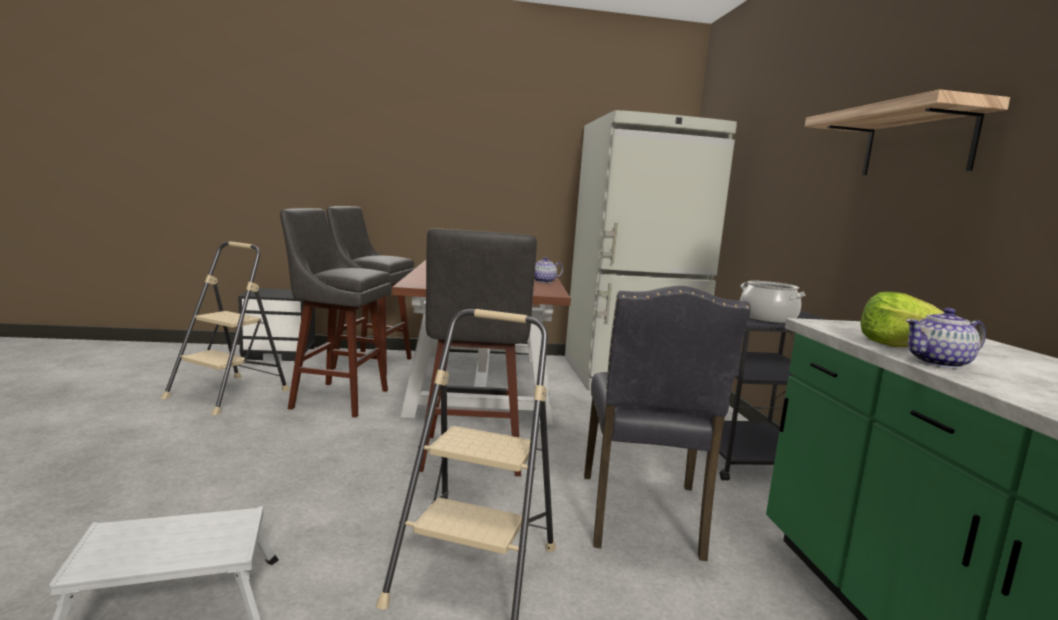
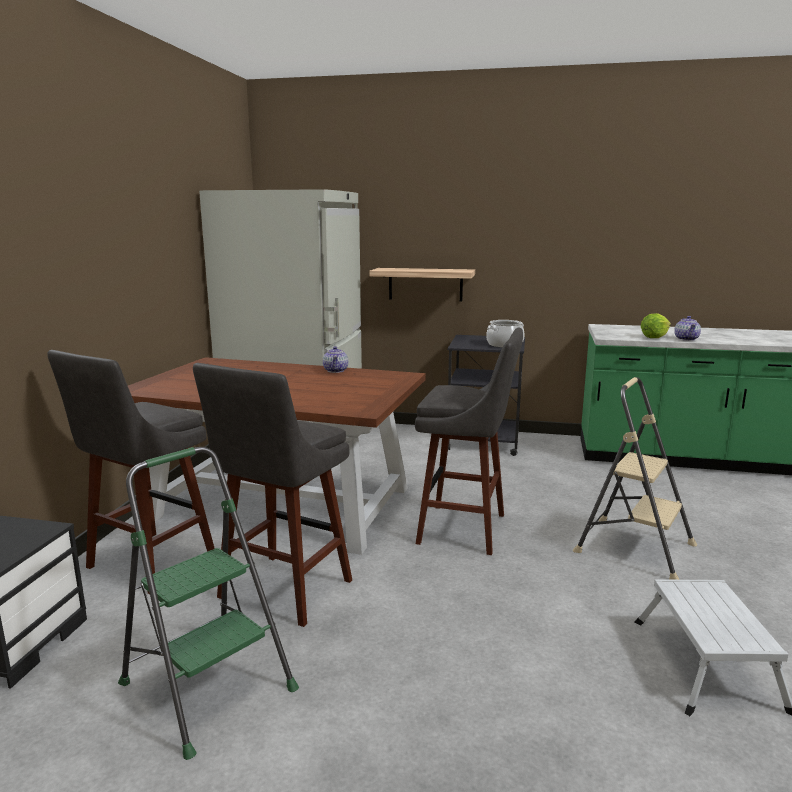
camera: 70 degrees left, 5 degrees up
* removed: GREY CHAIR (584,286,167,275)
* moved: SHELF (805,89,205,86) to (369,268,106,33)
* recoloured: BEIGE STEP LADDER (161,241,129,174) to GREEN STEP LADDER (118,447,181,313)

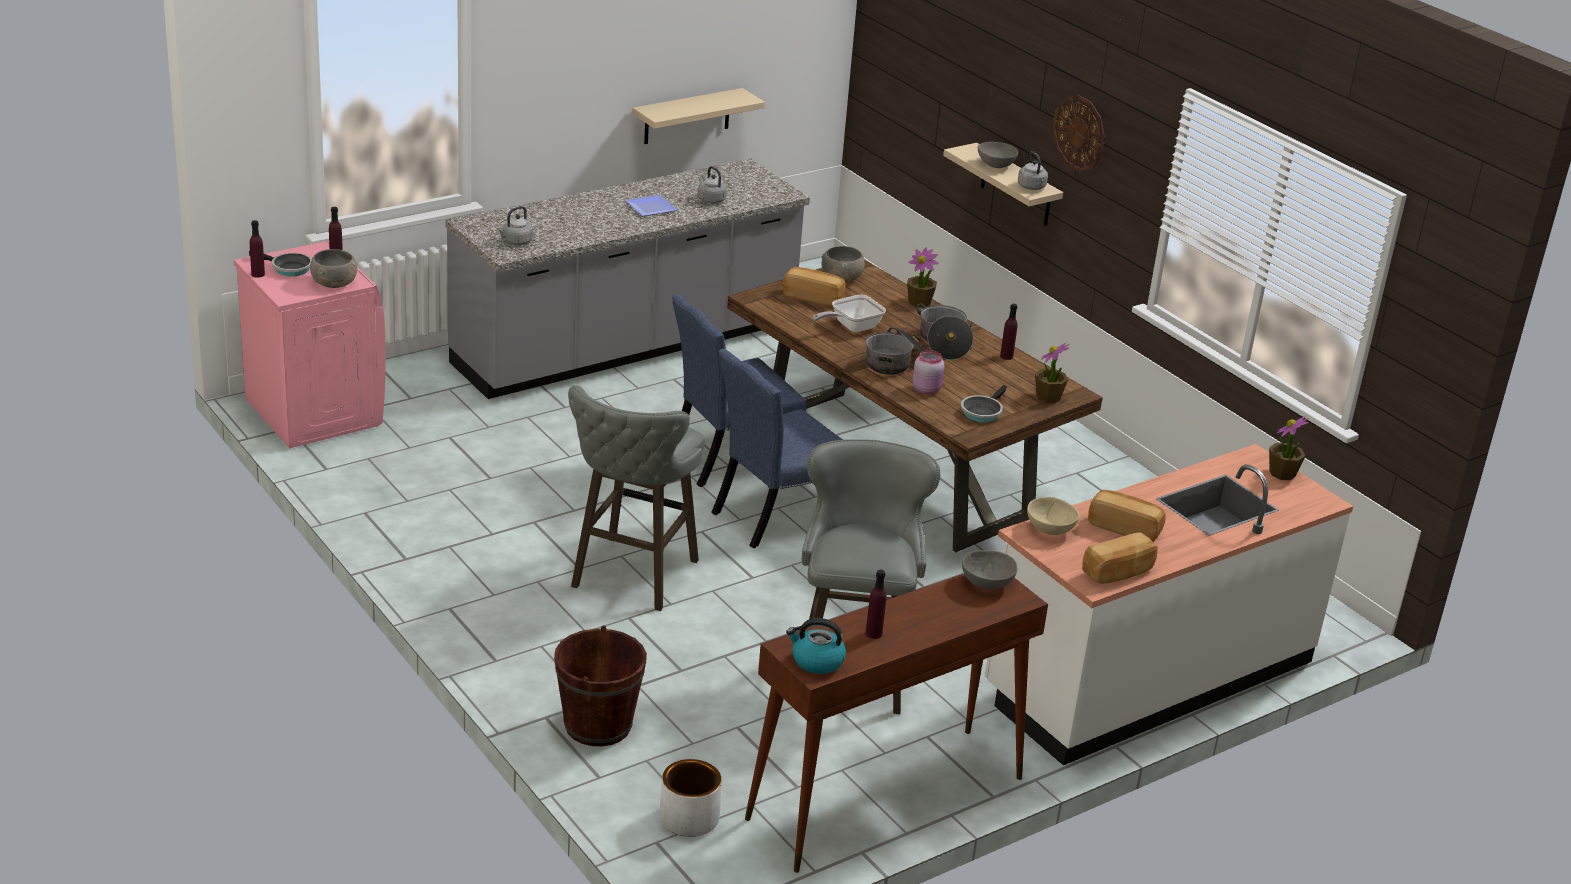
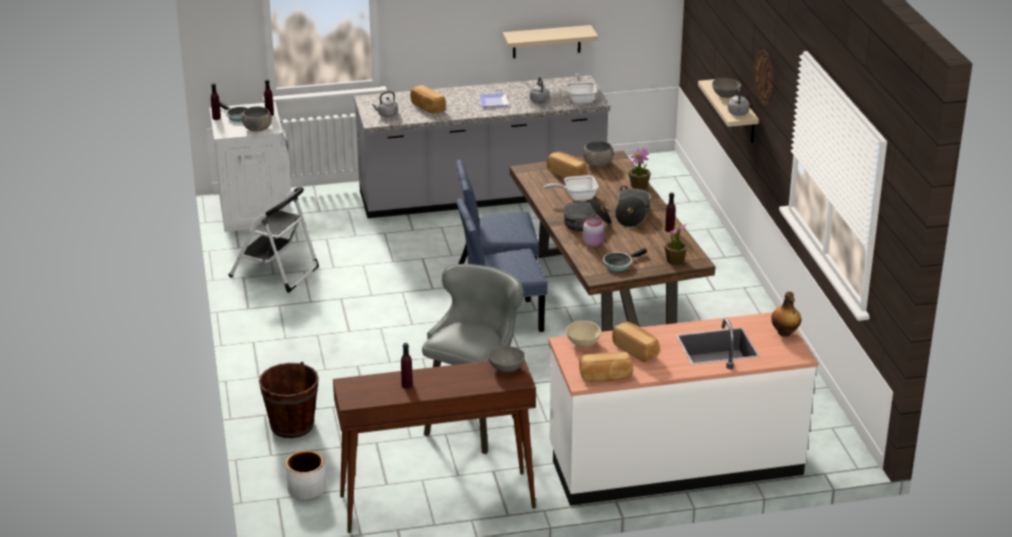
camera: 25 degrees right, 0 degrees up
* removed: GREY STOOL (568,385,137,226)
* removed: KETTLE (786,618,60,56)
* added: STEP LADDER (228,187,91,106)
* added: BREAD (410,85,36,29)
* added: FRYING PAN (566,73,31,31)
* replaced: POTTED PLANT (1269,416,40,64) to BOTTLE (771,291,30,46)
* recoloured: PINK WASHING MACHINE (234,241,152,207) to WHITE WASHING MACHINE (210,102,81,130)

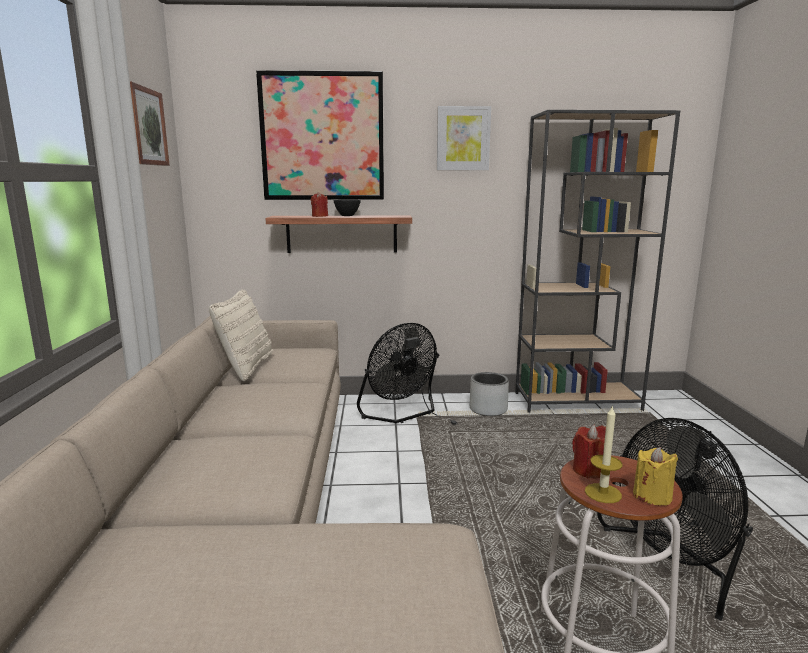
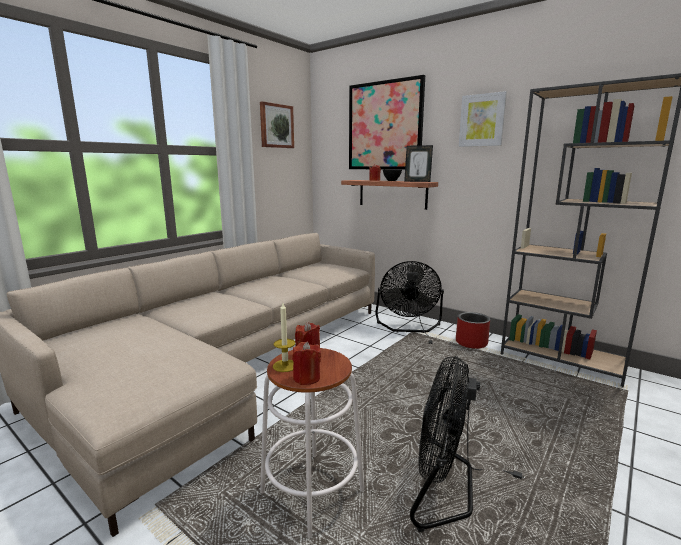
camera: 40 degrees right, 0 degrees up
* removed: BEIGE PILLOW (209,289,64,92)
* added: PICTURE FRAME (404,145,29,37)
* recoloured: GREY PLANTER (470,372,39,44) to RED PLANTER (456,312,34,37)
* recoloured: YELLOW CANDLE (633,447,45,59) to RED CANDLE (292,342,29,43)

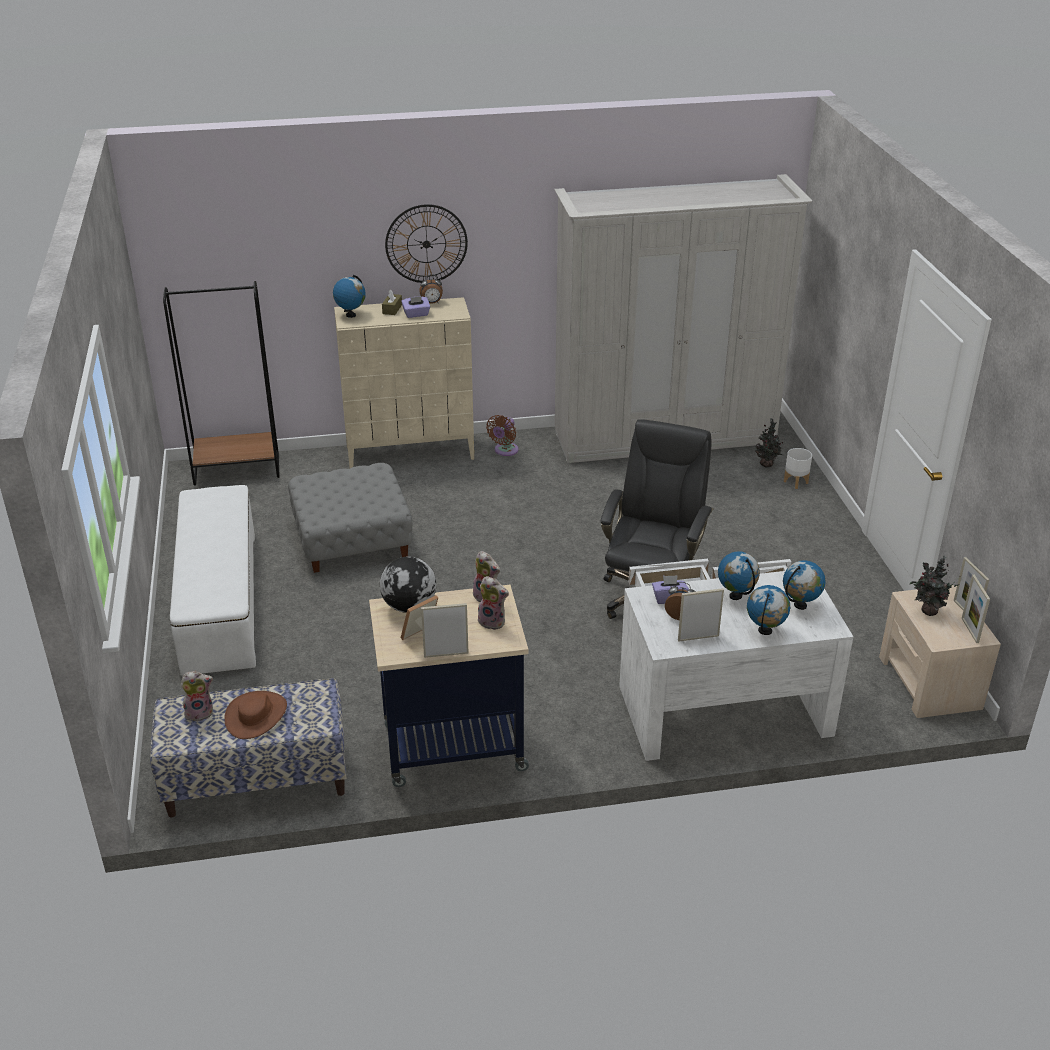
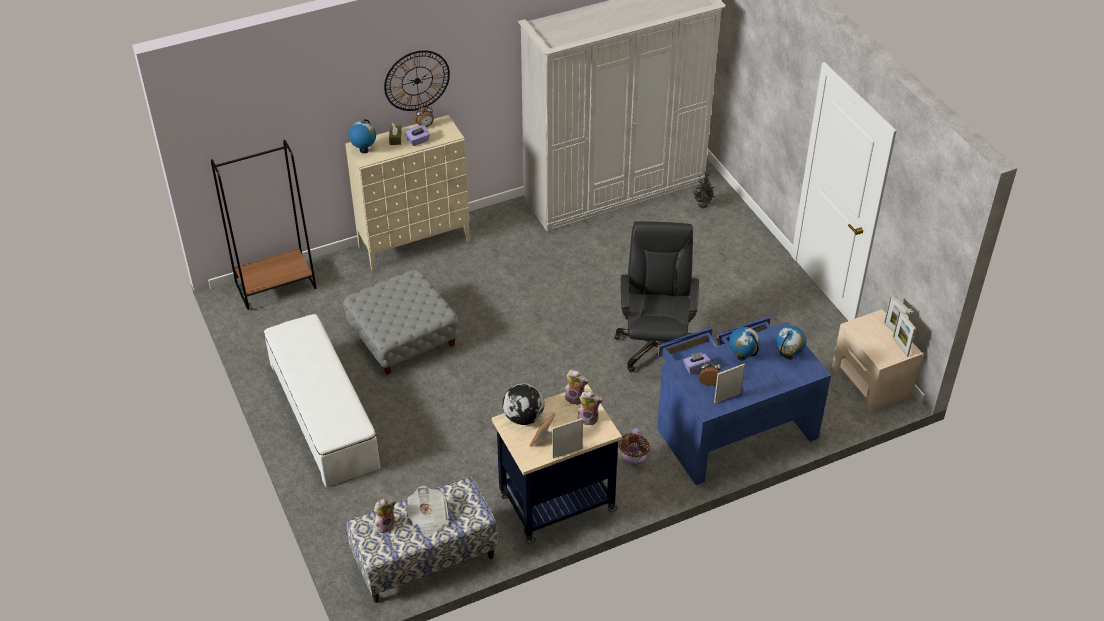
camera: 15 degrees left, 10 degrees up
* removed: GLOBE (747,585,43,50)
* removed: WHITE PLANTER (784,448,28,41)
* removed: POTTED PLANT (910,556,48,60)
* moved: BROWN FAN (486,415,33,41) to (618,428,32,37)
* replaced: BROWN HAT (224,691,63,48) to NEWSPAPER (407,486,41,51)
* recoloured: WHITE DESK (619,559,234,202) to BLUE DESK (657,316,174,169)

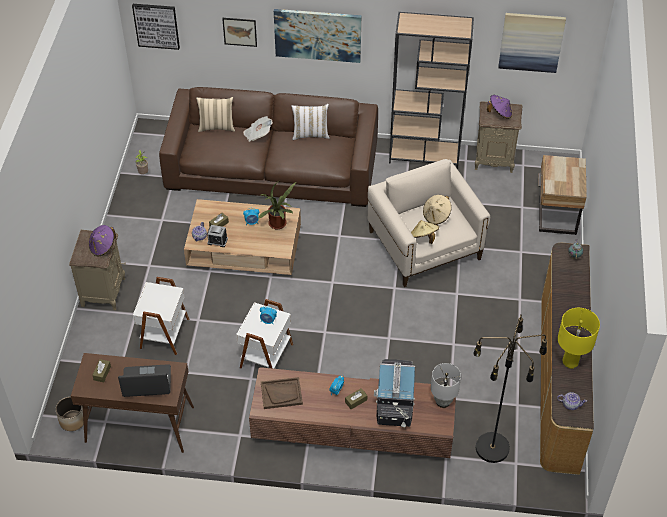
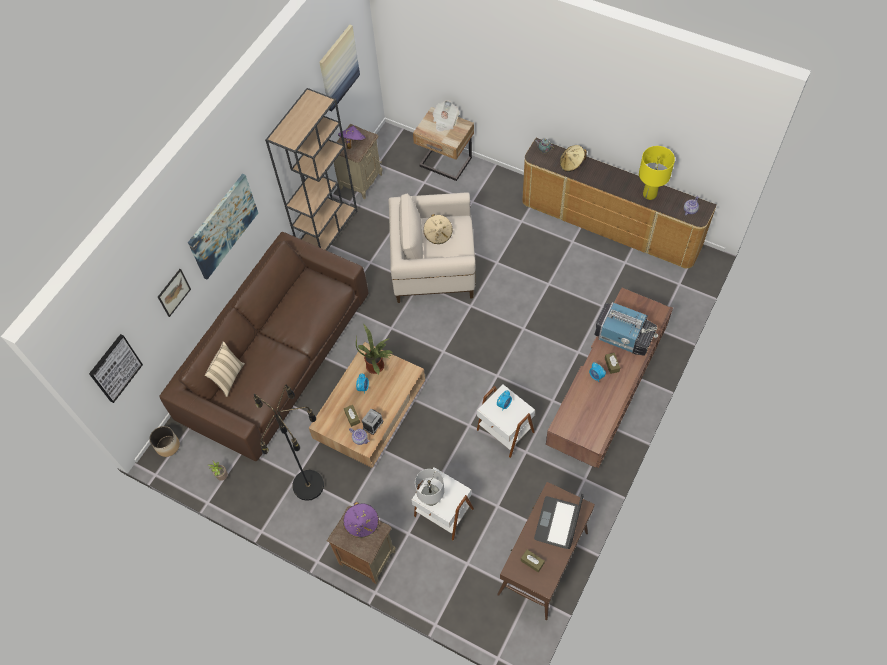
camera: 65 degrees left, 10 degrees up
* removed: BROWN TRAY (261,377,42,32)
* removed: WHITE PILLOW (291,104,39,36)
* moved: PLANTER (55,397,29,34) to (149,426,31,31)
* moved: NEWSPAPER (243,116,30,26) to (432,100,27,32)
* moved: BEIGE HAT (411,220,28,24) to (560,145,27,27)
* moved: WHITE TABLE LAMP (431,363,30,45) to (415,469,29,37)
* moved: FLOOR LAMP (474,314,73,149) to (254,384,70,117)

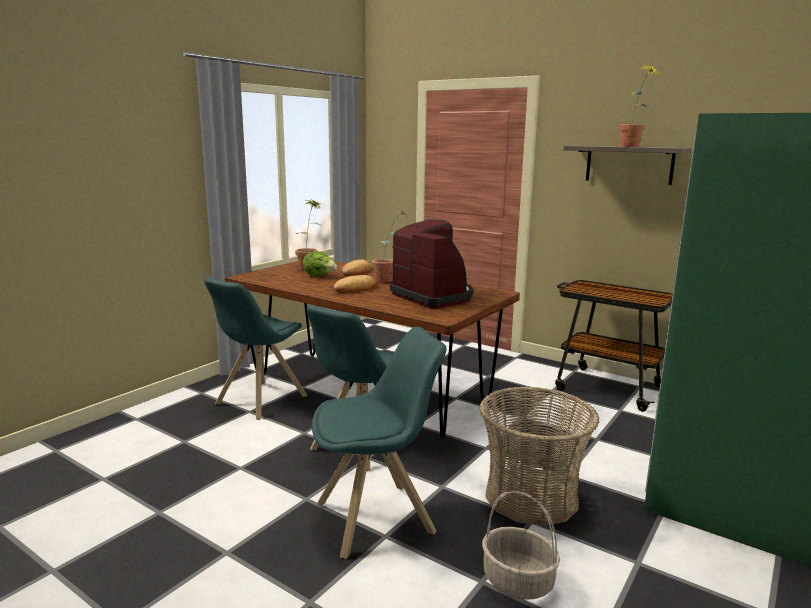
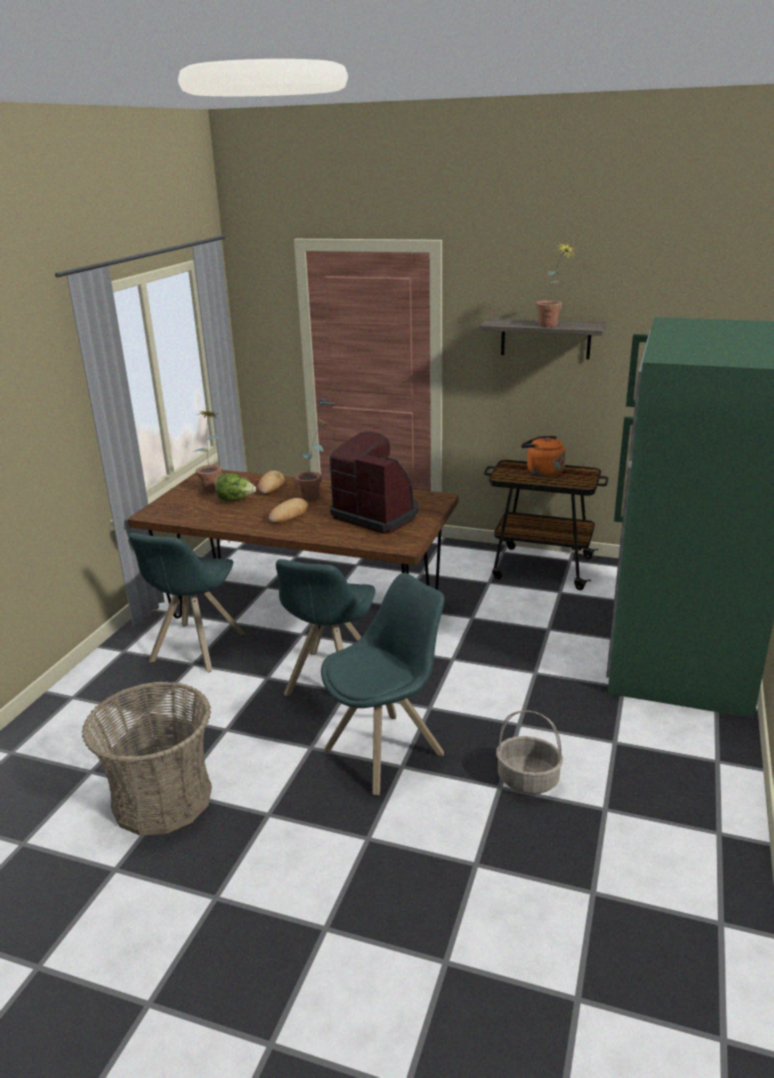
camera: 15 degrees left, 10 degrees up
* added: ORANGE KETTLE (521,436,44,41)
* moved: BASKET (479,386,120,140) to (82,681,130,154)

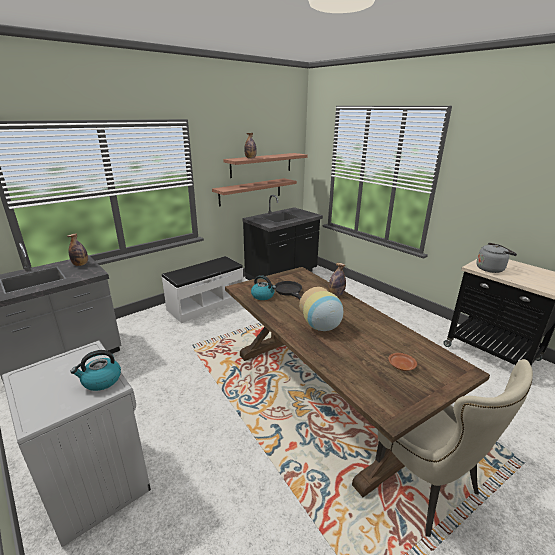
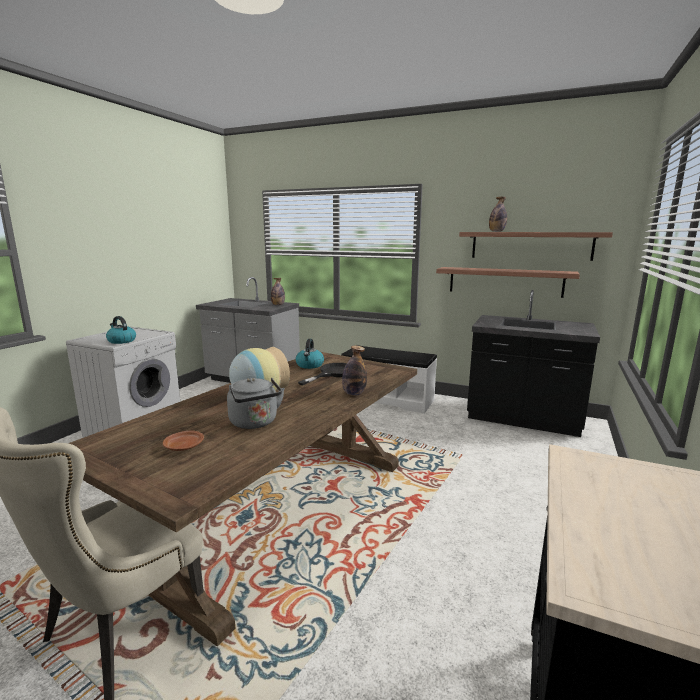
camera: 65 degrees right, 10 degrees down
* moved: GREY KETTLE (476,243,41,30) to (227,378,58,51)

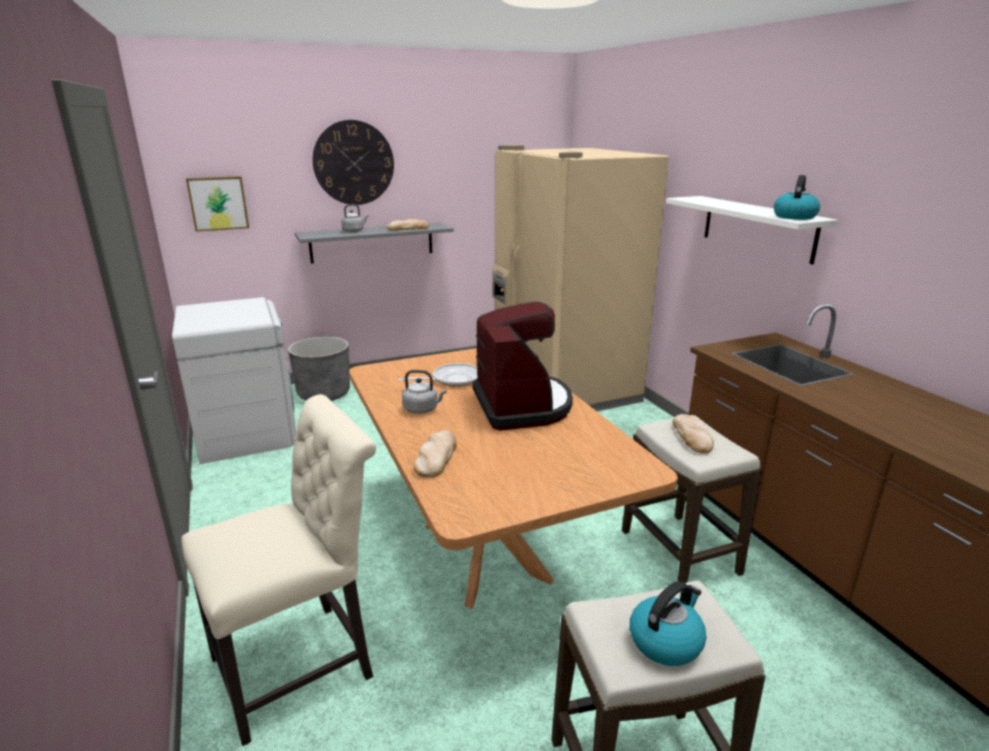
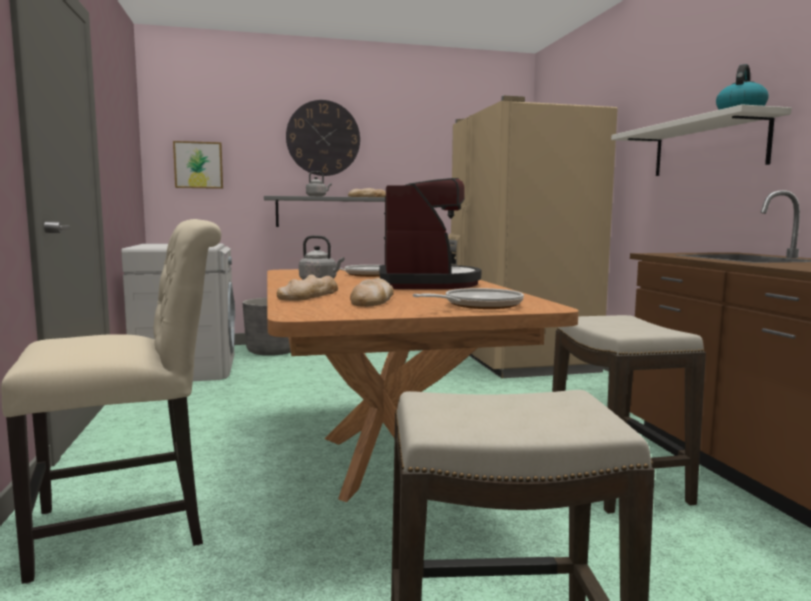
camera: 10 degrees right, 15 degrees down
* removed: KETTLE (630,581,76,85)
* added: FRYING PAN (413,288,111,21)
* moved: BREAD (672,414,42,40) to (350,278,44,29)

